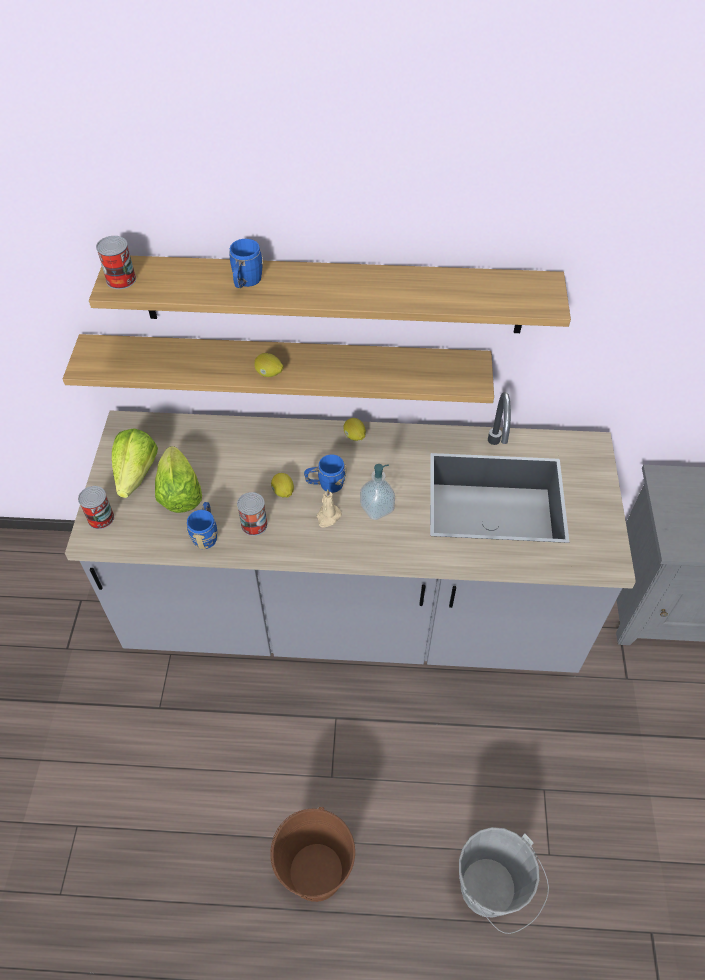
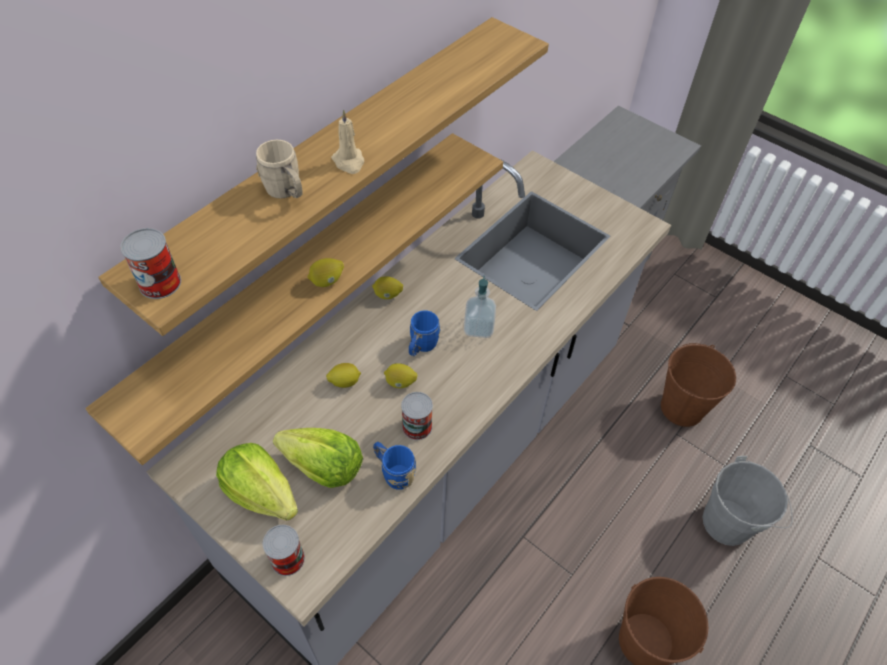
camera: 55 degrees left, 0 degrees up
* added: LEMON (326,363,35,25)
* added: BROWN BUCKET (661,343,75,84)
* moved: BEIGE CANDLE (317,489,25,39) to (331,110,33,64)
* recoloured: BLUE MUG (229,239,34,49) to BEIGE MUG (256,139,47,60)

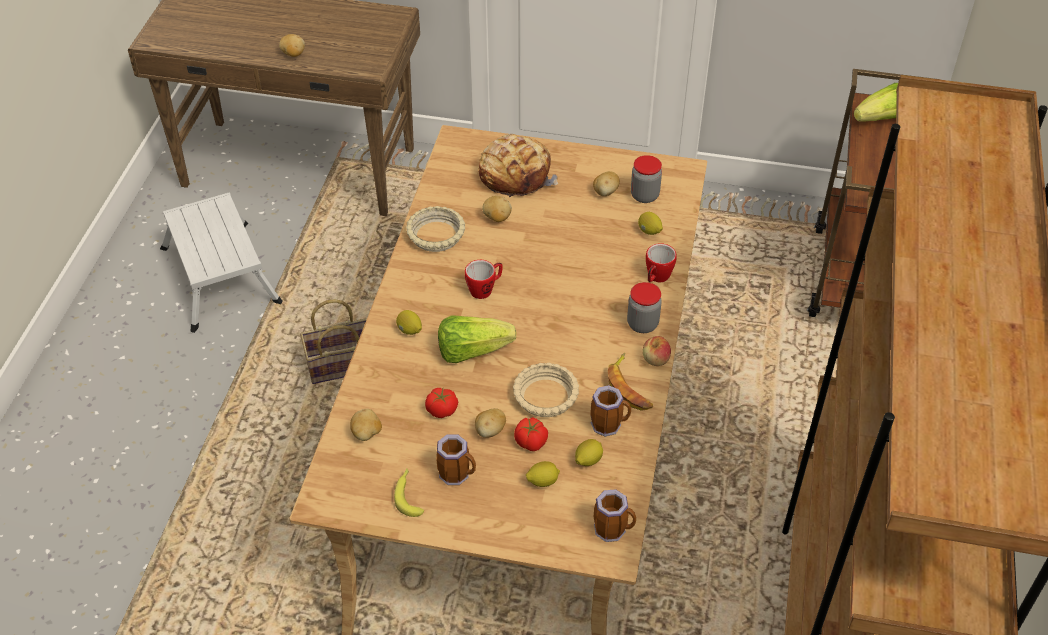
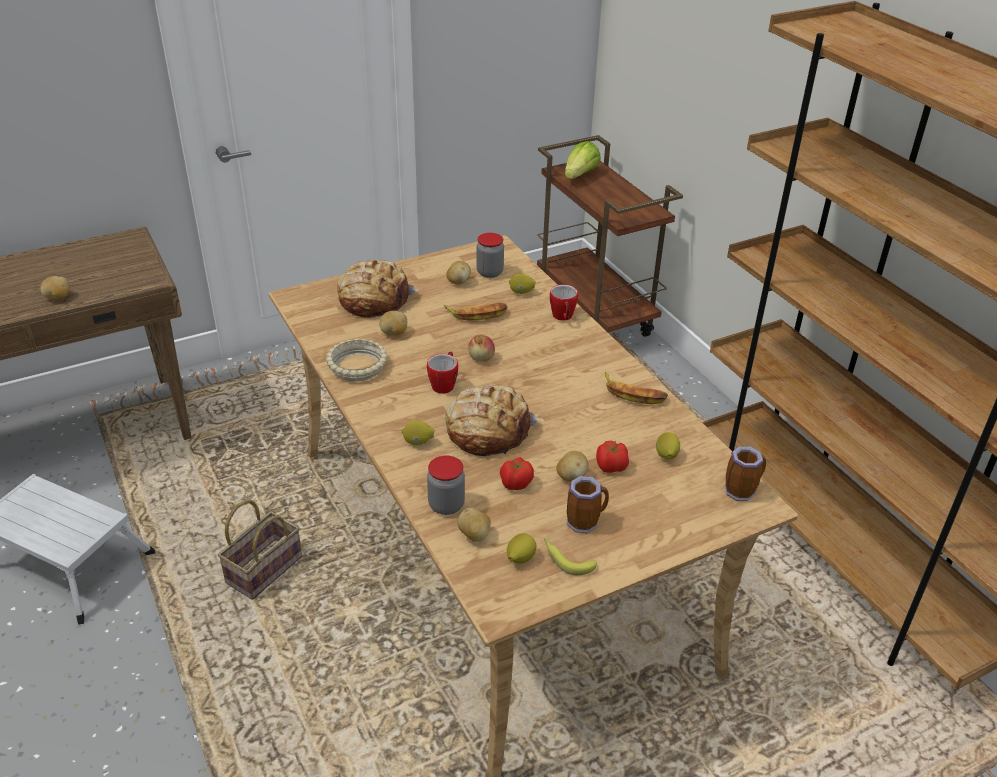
camera: 40 degrees left, 10 degrees down
* removed: BEIGE BOWL (513,363,66,54)
* removed: MUG (590,385,41,52)
* added: BANANA (444,303,64,18)
* moved: LEMON (526,461,34,26) to (507,533,29,30)
* moved: JAR (627,282,35,51) to (427,455,38,60)
* moved: APPLE (643,336,28,30) to (468,334,27,28)
* replaced: LETTUCE (438,315,79,48) to BREAD (445,384,95,72)

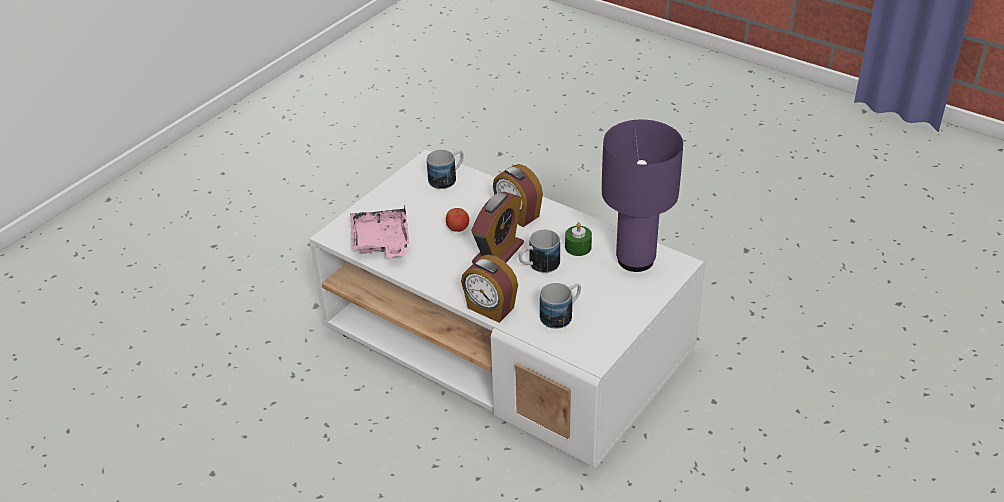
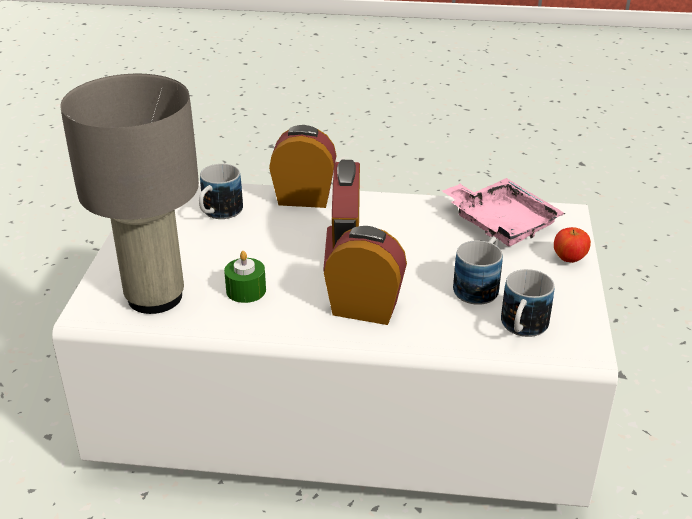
camera: 150 degrees right, 5 degrees down
* moved: APPLE (446,208,23,24) to (554,227,37,36)
* moved: MUG (519,230,41,43) to (453,237,50,68)
* recoloured: PURPLE TABLE LAMP (602,120,81,152) to GREY TABLE LAMP (60,74,139,240)

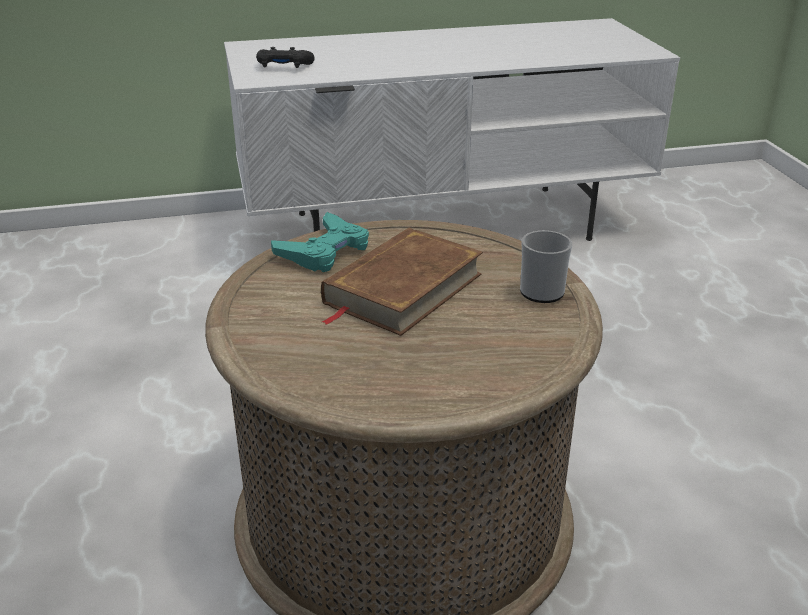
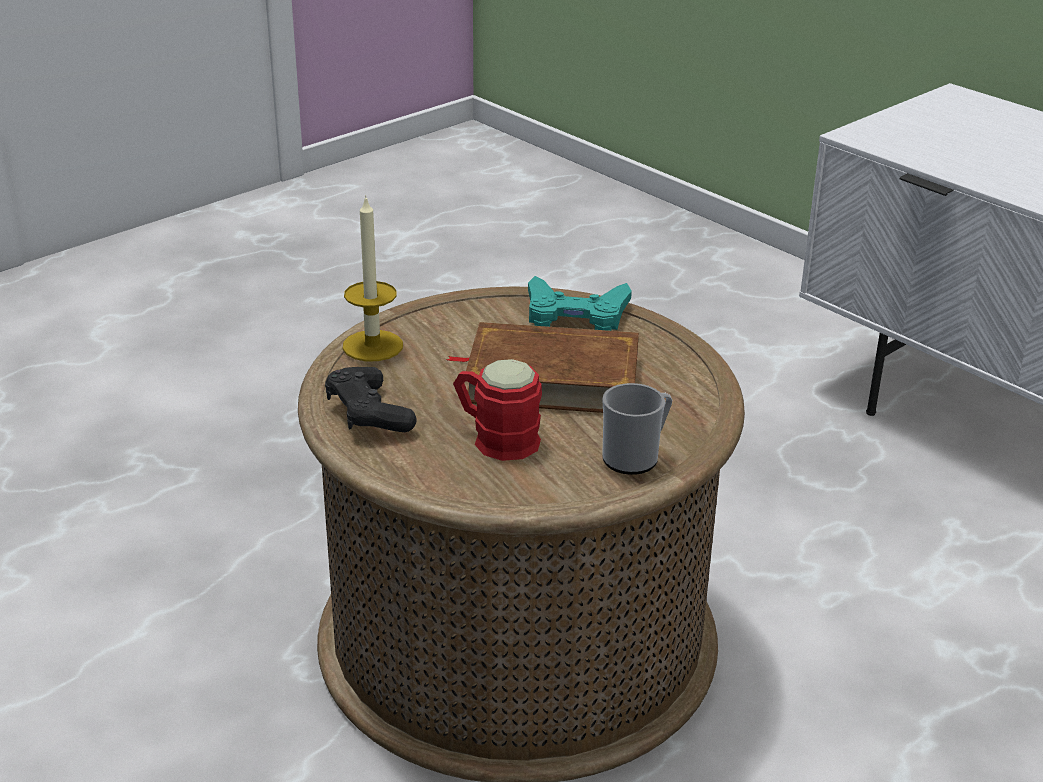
camera: 60 degrees right, 0 degrees up
* added: CANDLE (343,195,60,166)
* added: RED MUG (453,359,89,102)
* moved: BLACK GAME CONTROLLER (256,47,59,21) to (325,367,92,65)

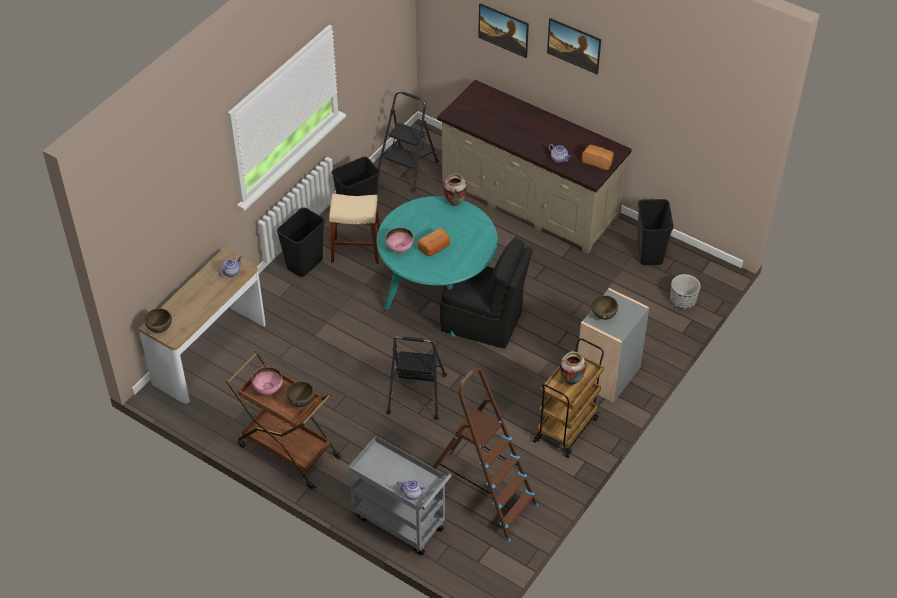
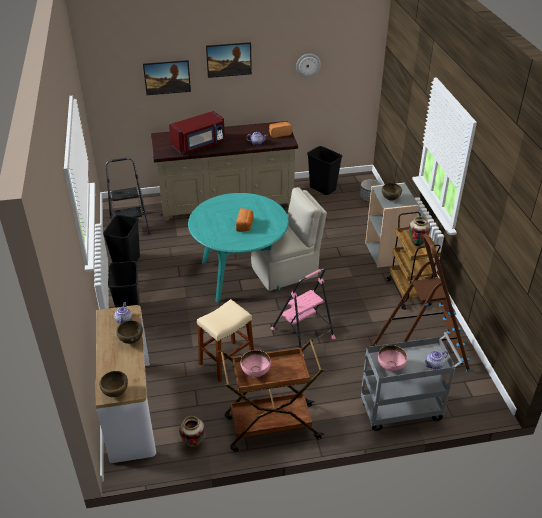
camera: 45 degrees left, 10 degrees down
* added: RED MICROWAVE (169,111,56,43)
* added: WALL CLOCK (296,54,25,23)
* moved: BROWN BOWL (286,381,29,26) to (117,320,26,24)
* moved: BEIGE STOOL (329,194,51,70) to (197,299,57,83)
* moved: PINK BOWL (386,227,28,27) to (378,345,29,28)
* moved: VASE (443,174,24,32) to (179,416,26,32)
* recoloured: BLACK STEP LADDER (386,337,61,83) to PINK STEP LADDER (271,268,65,89)
* recoloured: BLACK CHAIR (440,239,93,110) to BEIGE CHAIR (251,187,76,104)

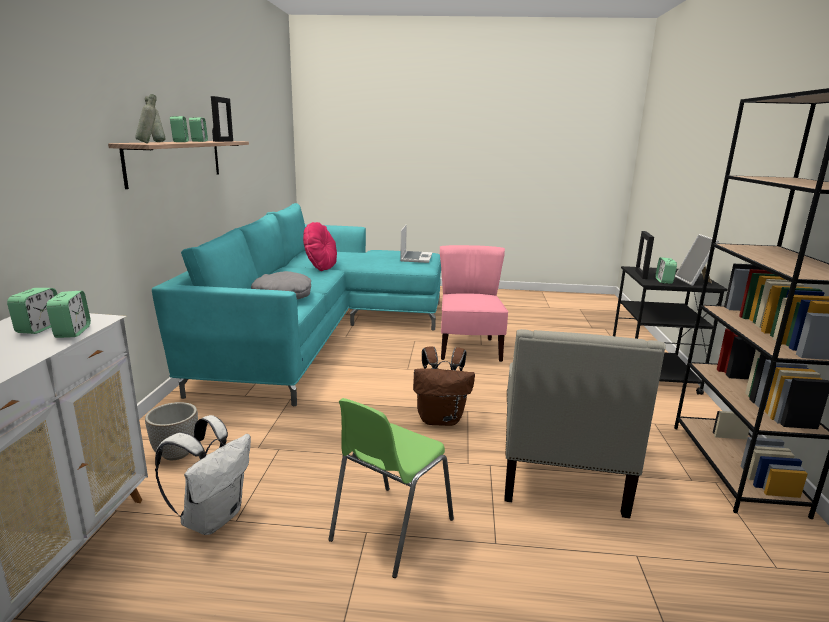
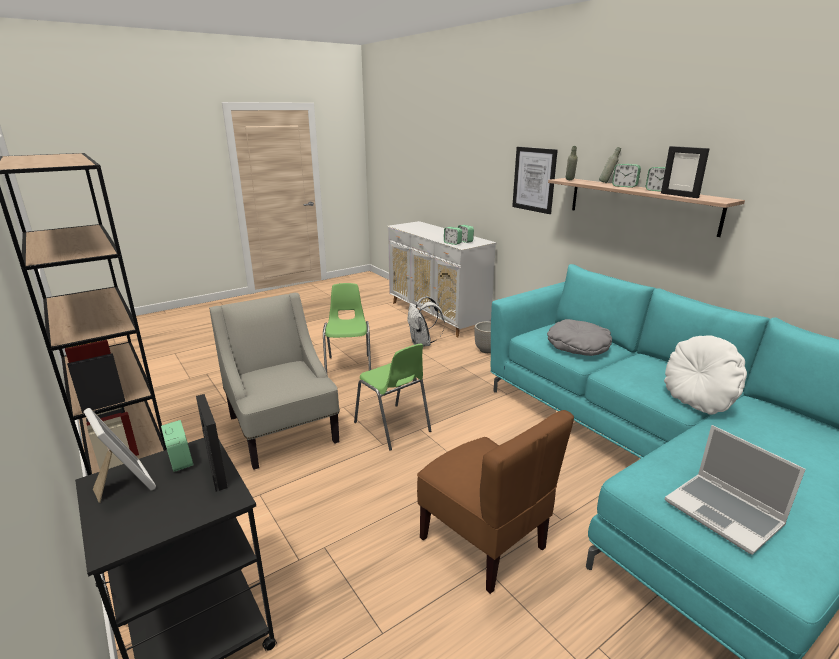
camera: 140 degrees right, 5 degrees up
* added: PICTURE (512,147,46,67)
* replaced: BROWN BACKPACK (413,346,62,80) to GREEN CHAIR (354,343,77,108)
* recoloured: PINK PILLOW (303,222,34,49) to WHITE PILLOW (664,335,83,80)
* recoloured: PINK CHAIR (440,245,68,117) to BROWN CHAIR (417,410,157,184)

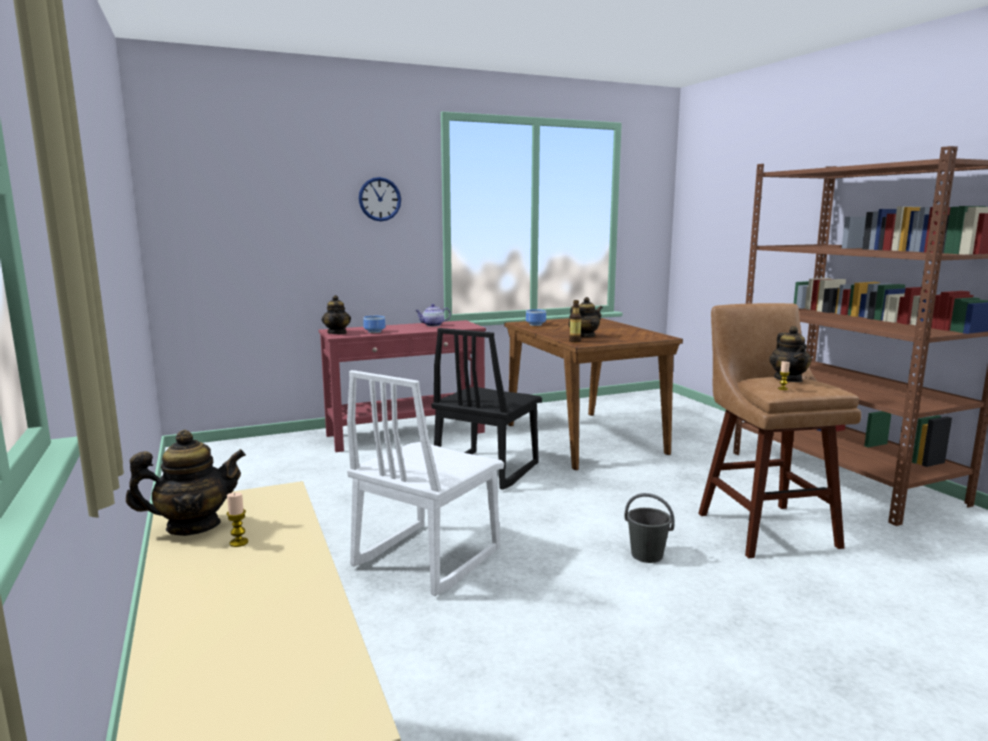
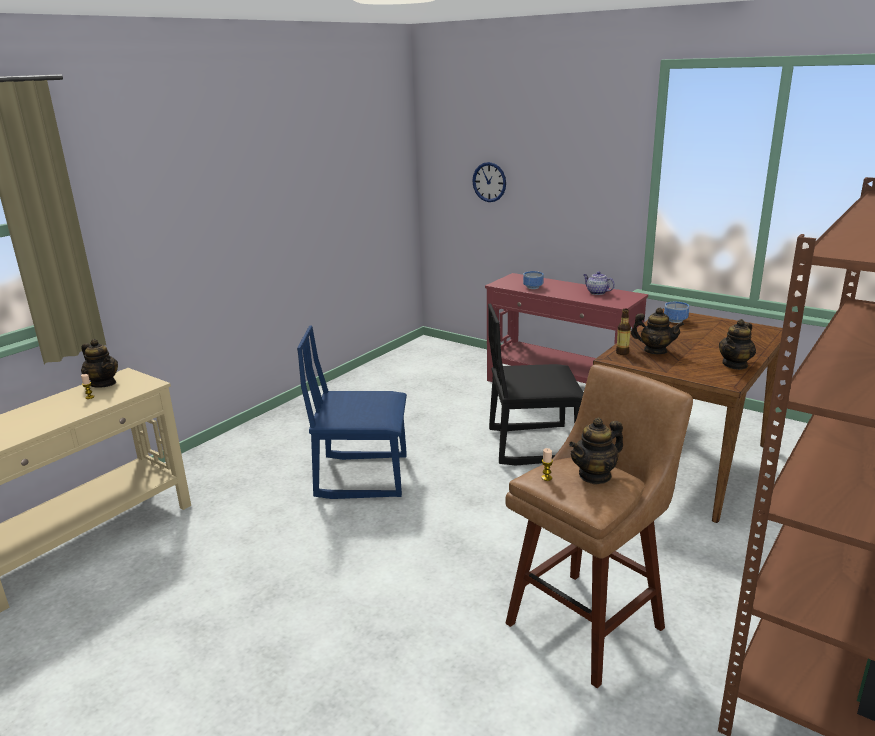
camera: 60 degrees right, 10 degrees up
* removed: GREY BUCKET (624,493,51,70)
* moved: TEAPOT (322,295,29,39) to (719,319,37,51)
* moved: WALL CLOCK (359,177,42,44) to (472,162,34,40)
* recoloured: WHITE CHAIR (347,370,157,226) to BLUE CHAIR (297,325,110,174)

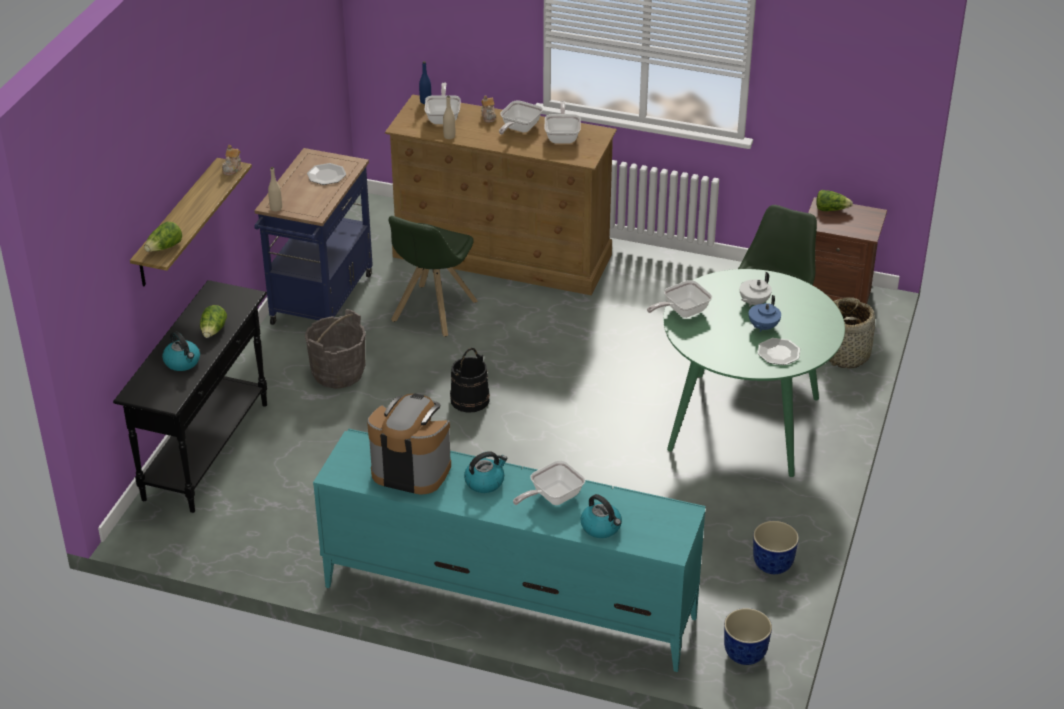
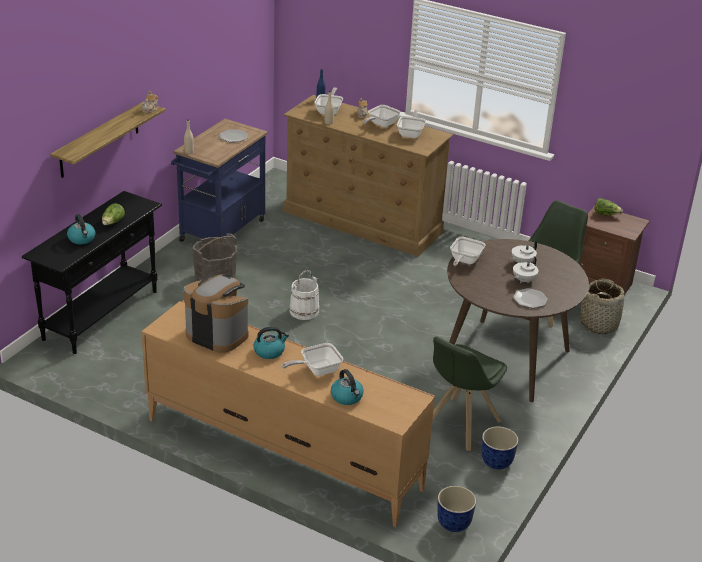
camera: 10 degrees right, 5 degrees down
* removed: LETTUCE (144,222,38,30)
* moved: GREEN CHAIR (389,216,89,121) to (432,336,75,115)
* recoloured: TURQUOISE CABINET (313,428,393,244) to BROWN CABINET (141,300,294,227)
* recoloured: BLACK BUCKET (450,348,40,65) to WHITE BUCKET (289,270,30,50)
* recoloured: GREEN DINING TABLE (663,269,182,208) to BROWN DINING TABLE (447,239,142,163)
* recoloured: BLUE TEAPOT (749,295,32,37) to WHITE TEAPOT (513,256,26,27)
* turned: FRYING PAN (647,280,65,38) = (450,237,36,29) 45 degrees counterclockwise

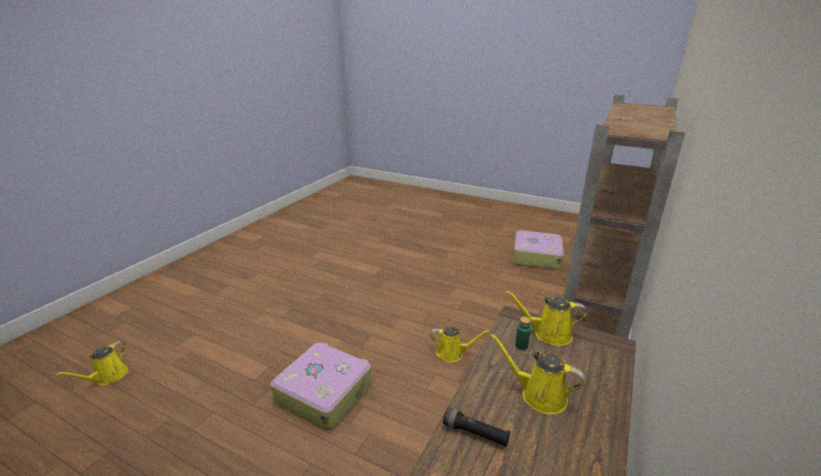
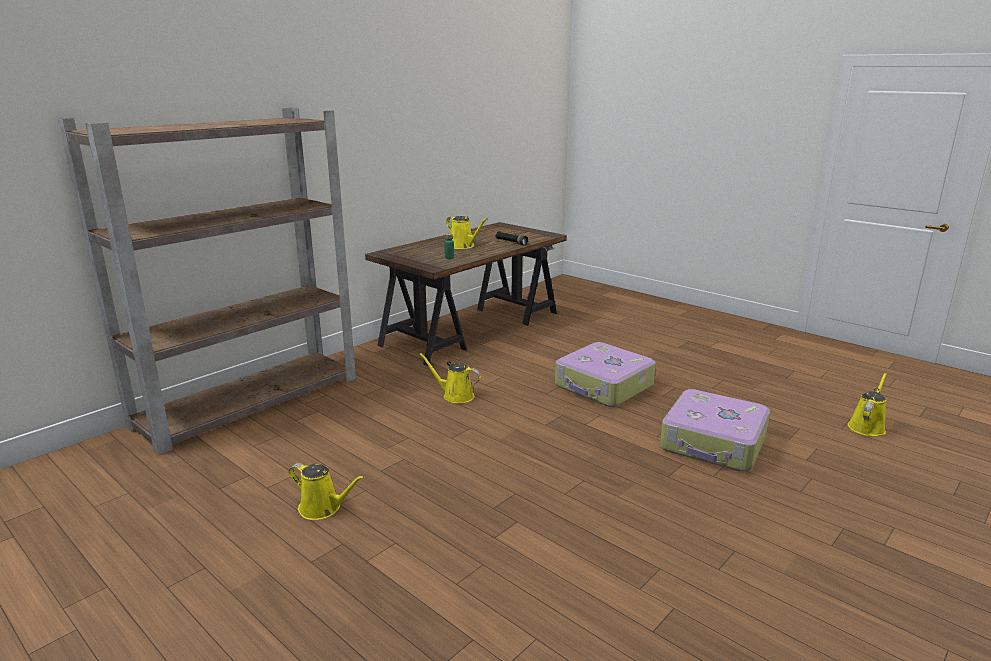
camera: 165 degrees left, 5 degrees down
* moved: YELLOW WATERING CAN (506,290,81,56) to (289,463,76,57)
* moved: SUITCASE (513,230,51,40) to (660,389,110,82)

